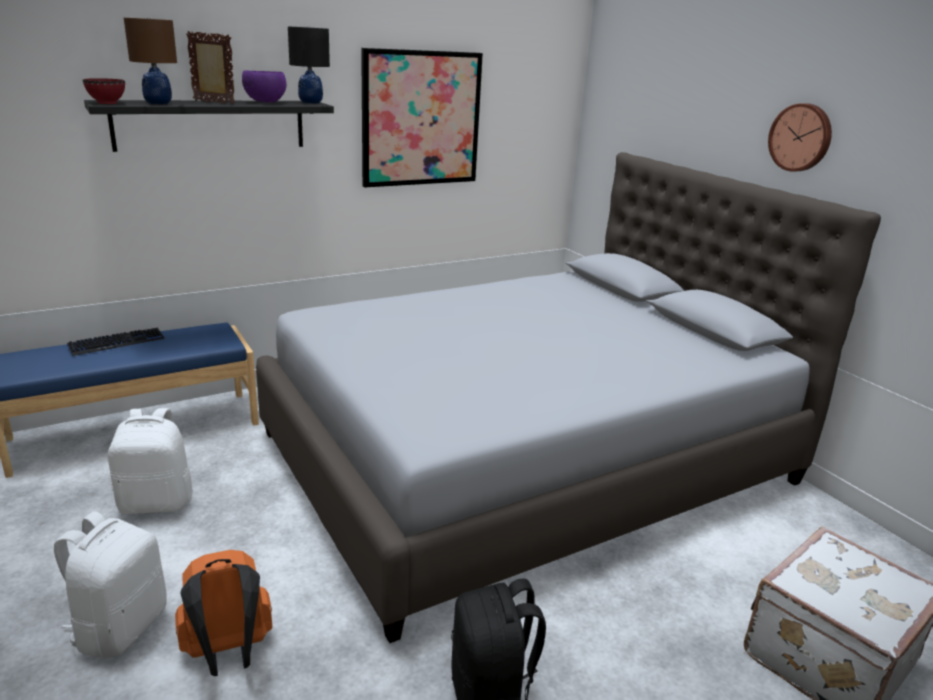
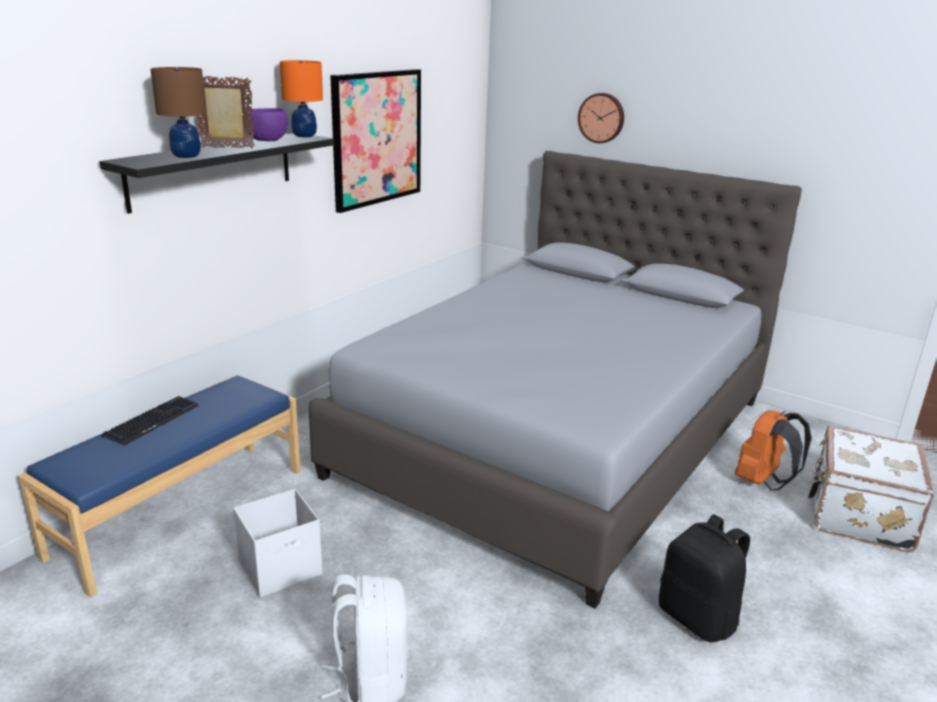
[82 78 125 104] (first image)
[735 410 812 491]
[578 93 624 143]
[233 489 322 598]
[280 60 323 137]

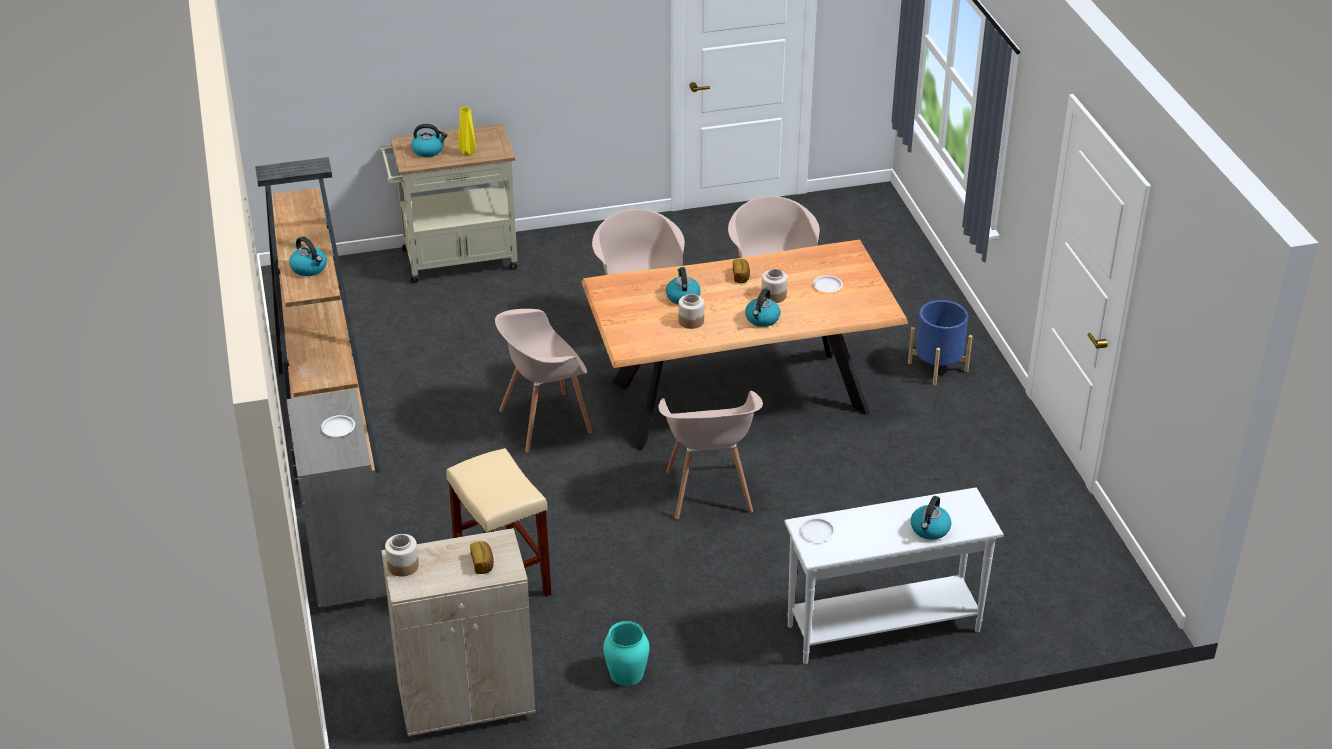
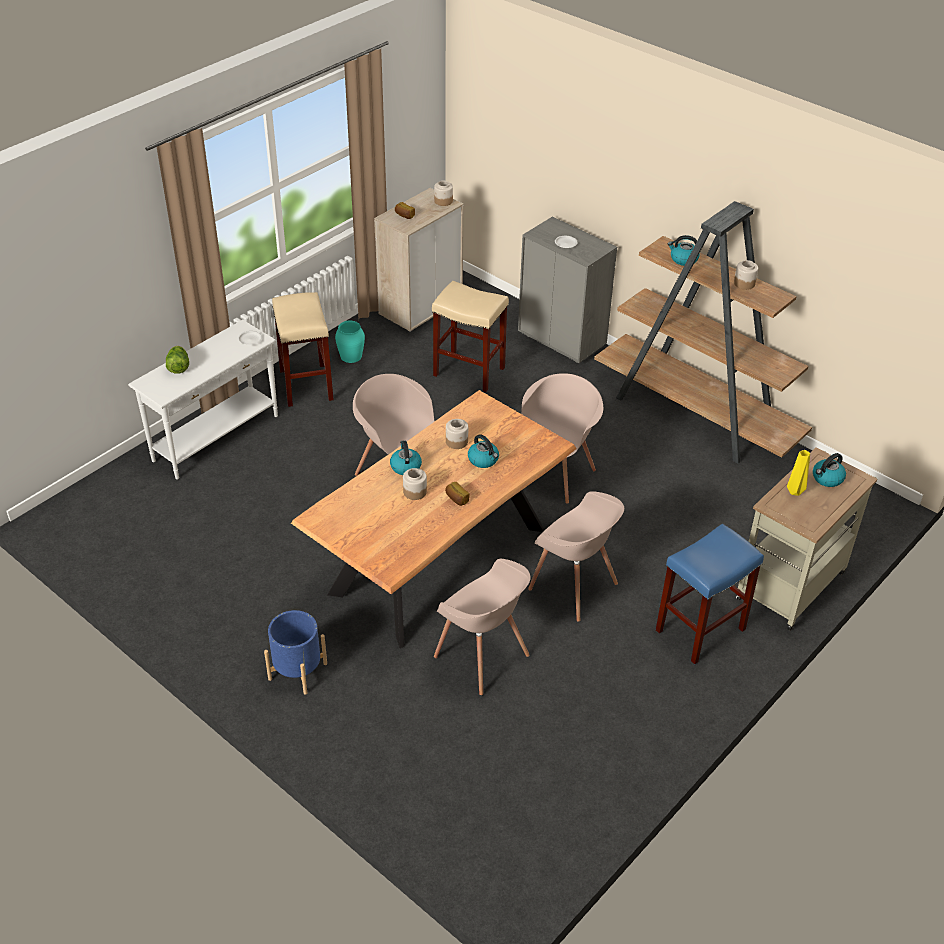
[813 275 843 293] (first image)
[272 292 334 407]
[656 524 764 664]
[734 260 758 290]
[166 346 189 374]

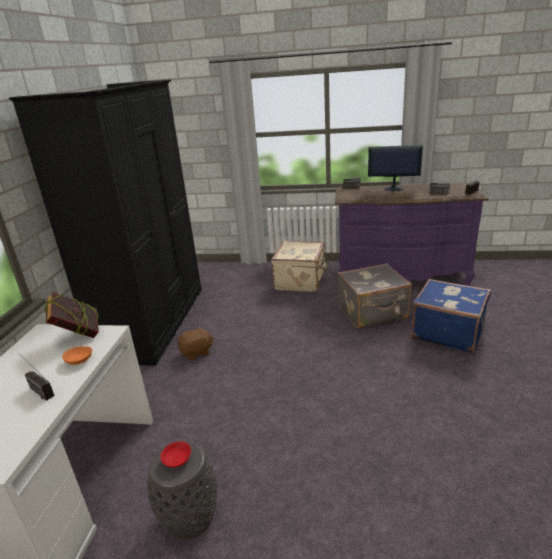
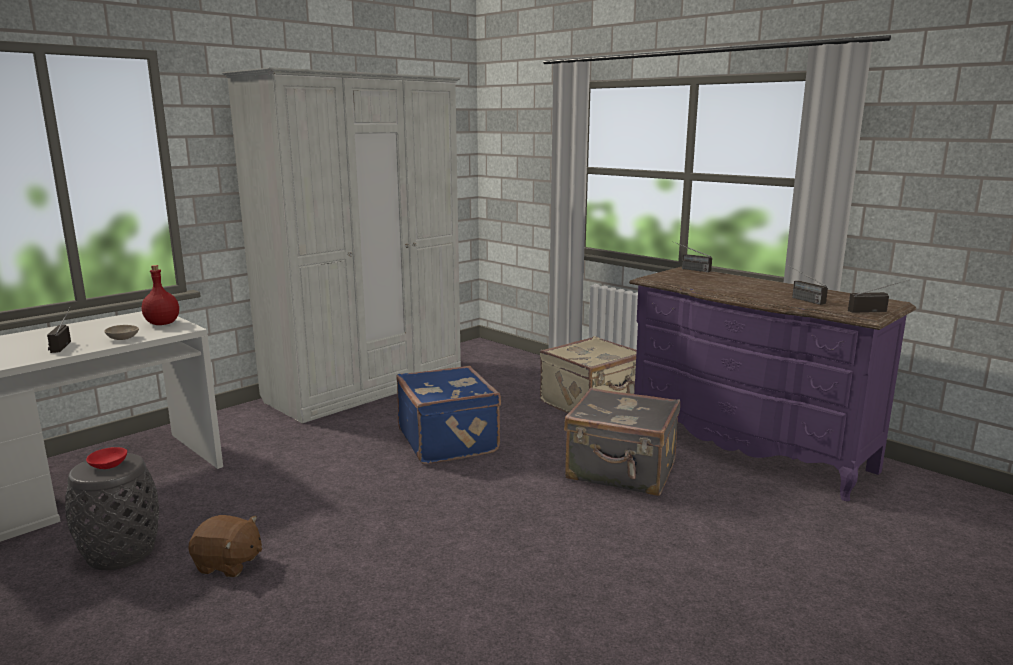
[368 145 423 191] (first image)
[188 515 262 577]
[396 366 501 464]
[142 265 179 325]
[222 68 461 423]
[104 325 139 340]

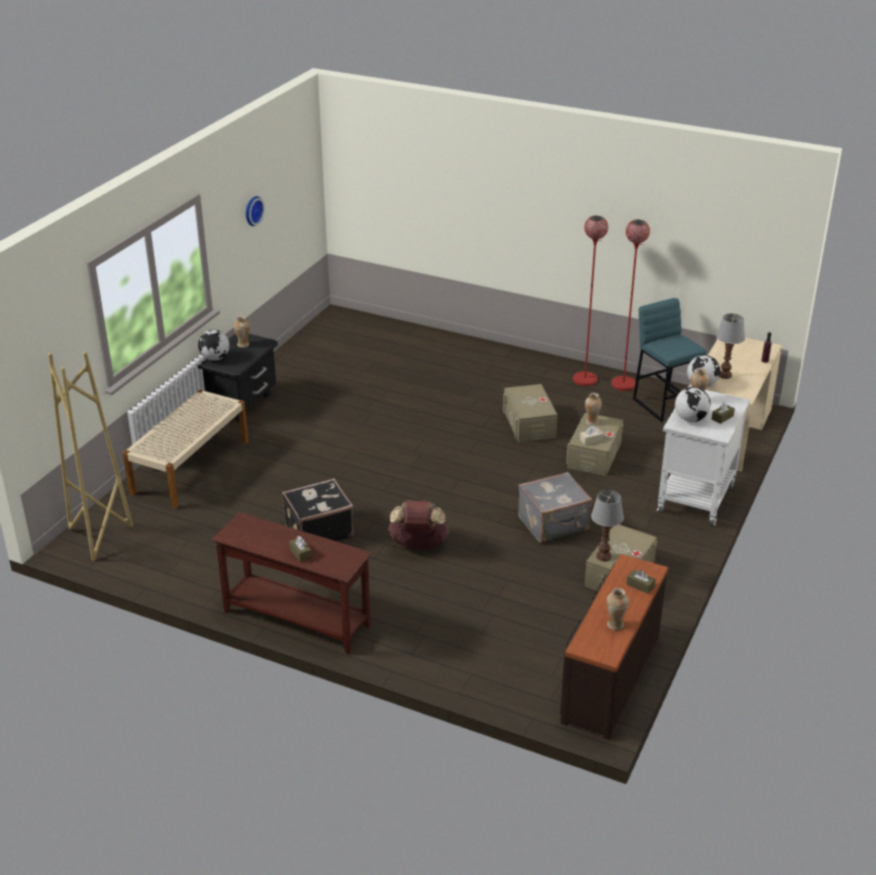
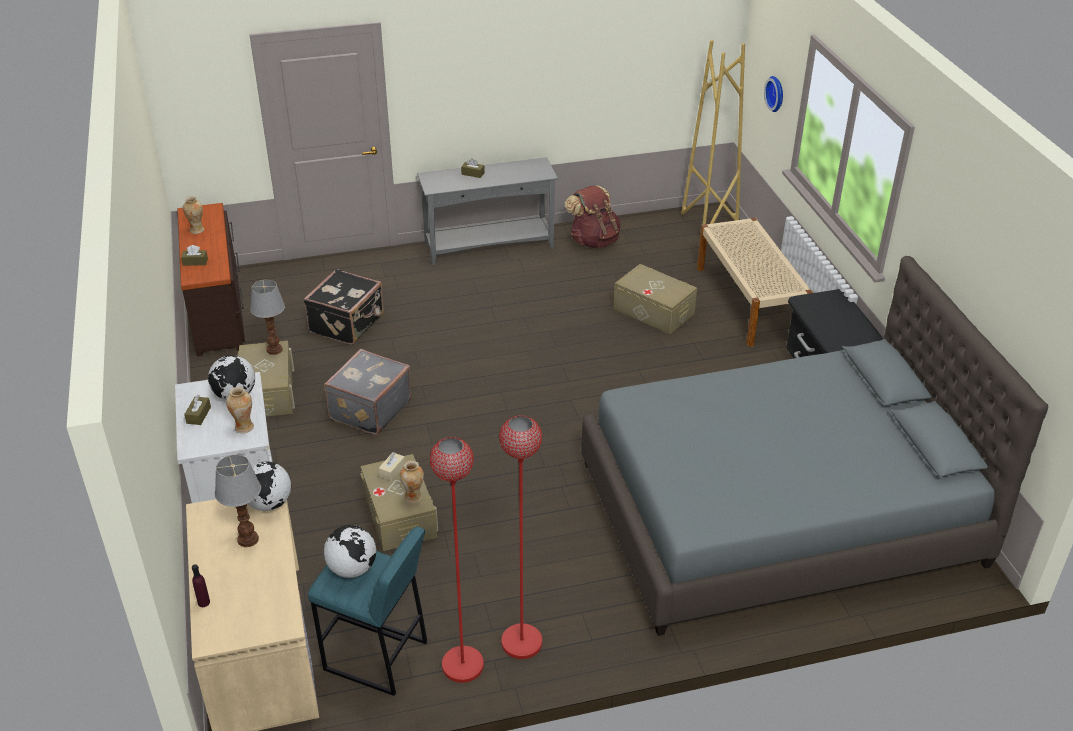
[234 316 250 347] (first image)
[581 256 1048 636]
[324 525 376 578]
[764 76 783 112]
[303 269 384 345]
[565 185 621 248]
[613 264 697 334]
[417 157 558 265]

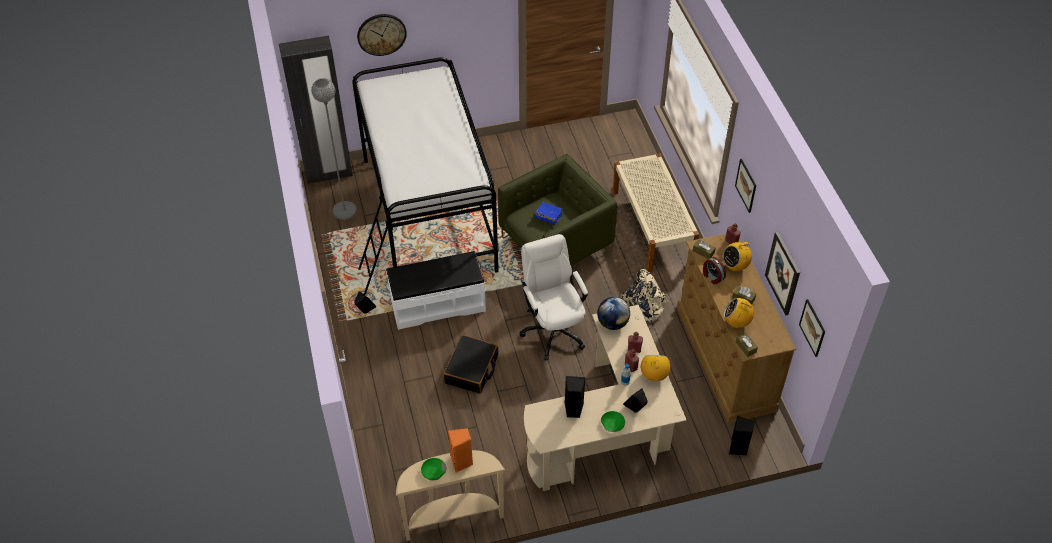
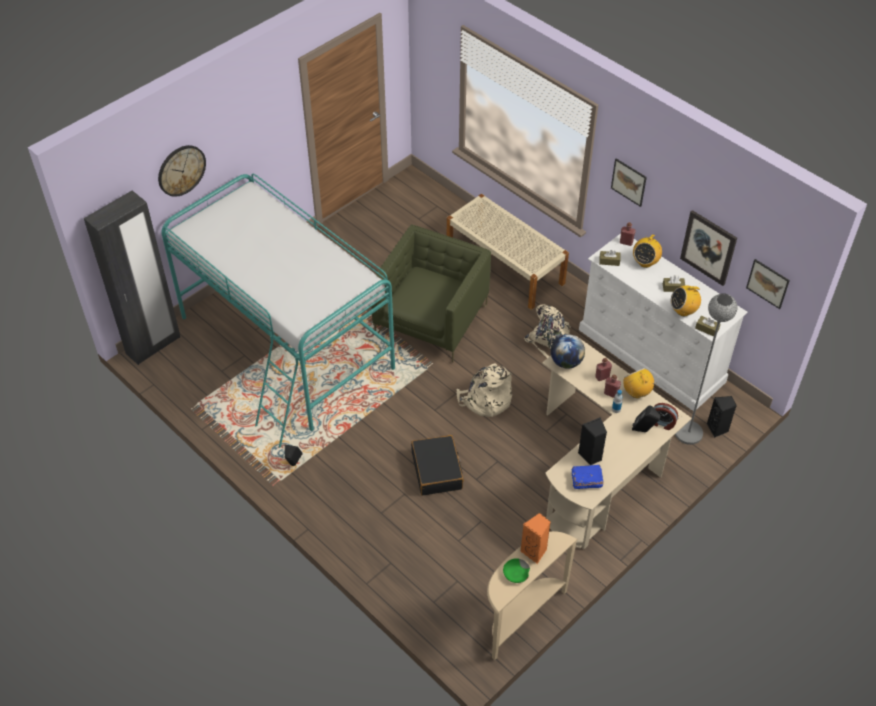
[386 251 486 330] (first image)
[601 411 625 432] (first image)
[675 293 737 445]
[572 465 603 489]
[653 403 678 430]
[456 363 512 417]
[161 173 395 448]
[579 233 748 411]

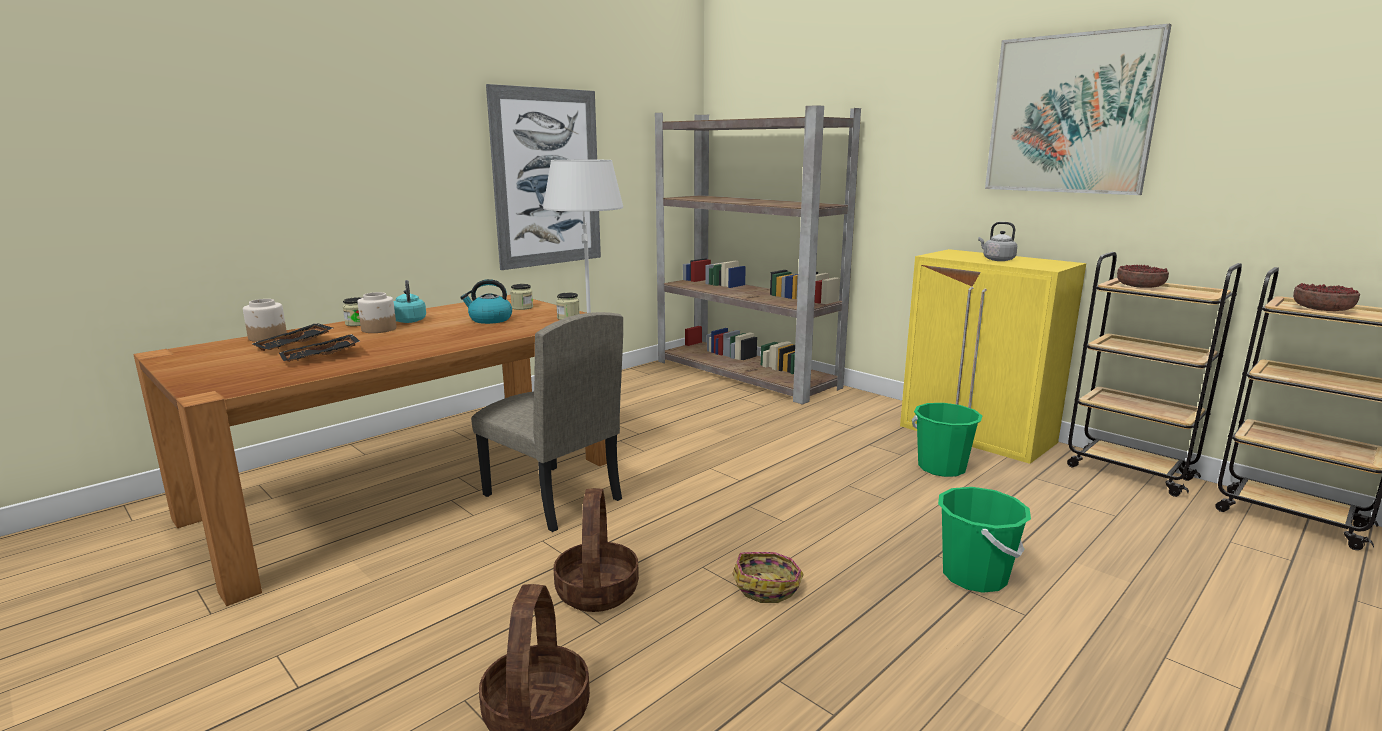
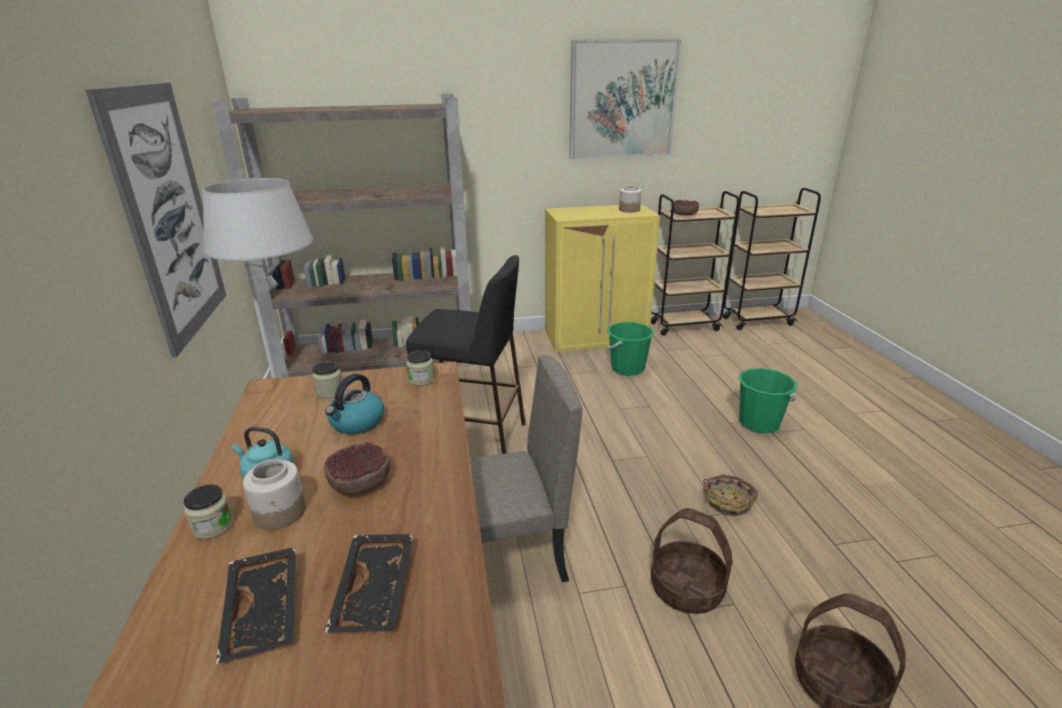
[978 222 1017 261] (first image)
[406 255 525 454]
[619 186 641 213]
[324 442 390 495]

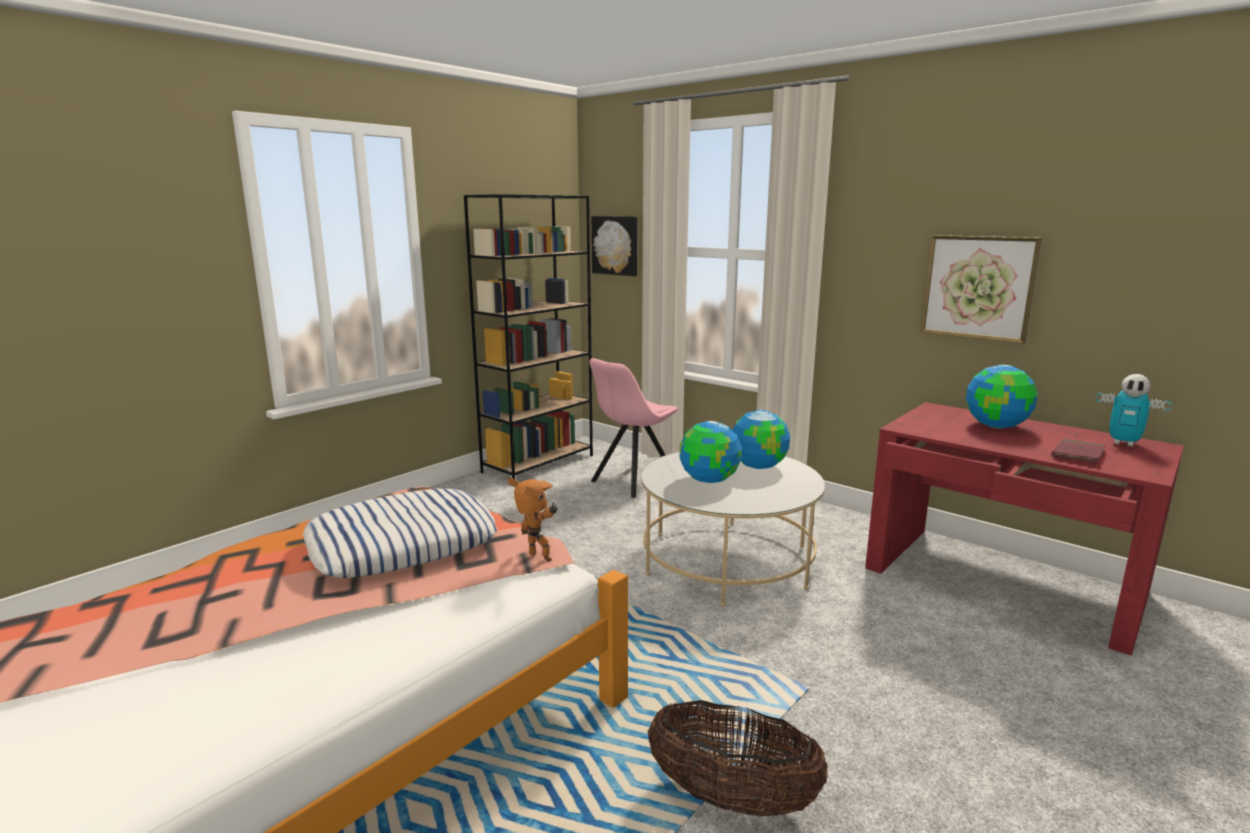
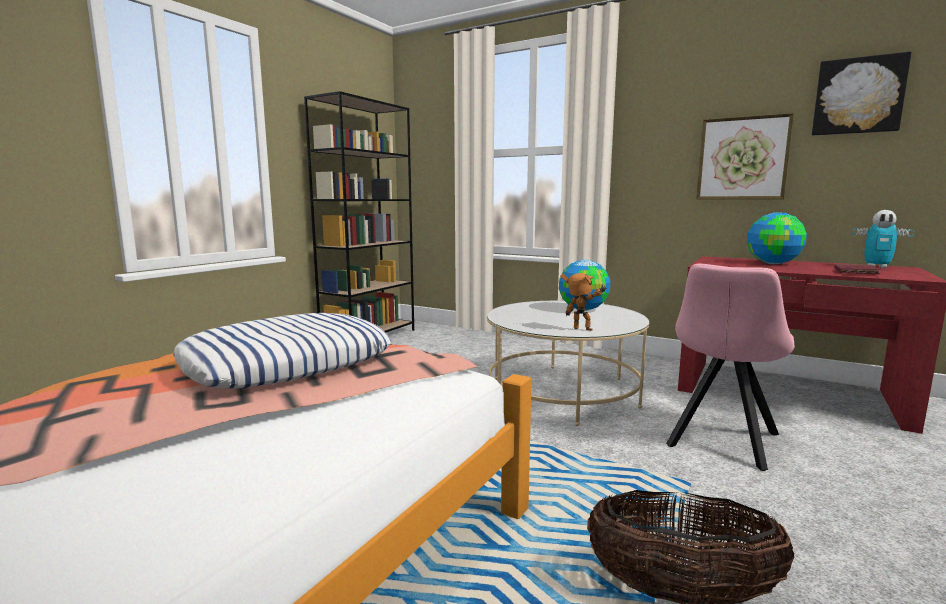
[680 421 742 483] (first image)
[560 273 607 331]
[666 264 794 471]
[812 51 912 136]

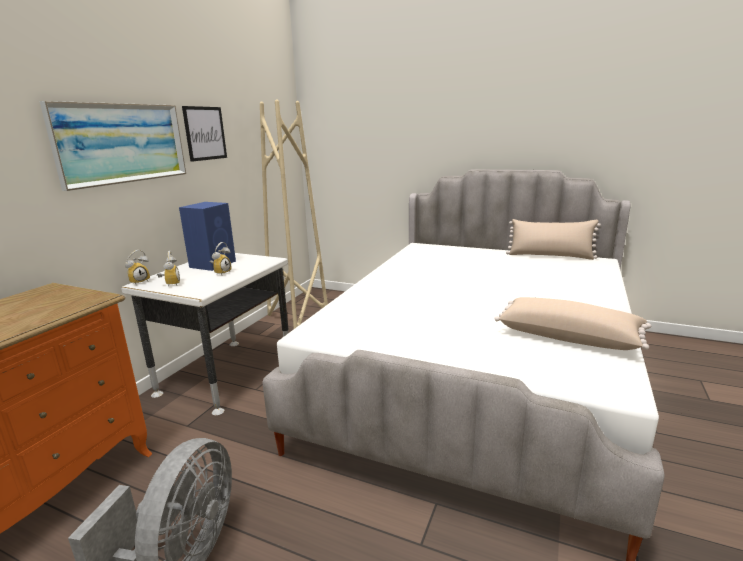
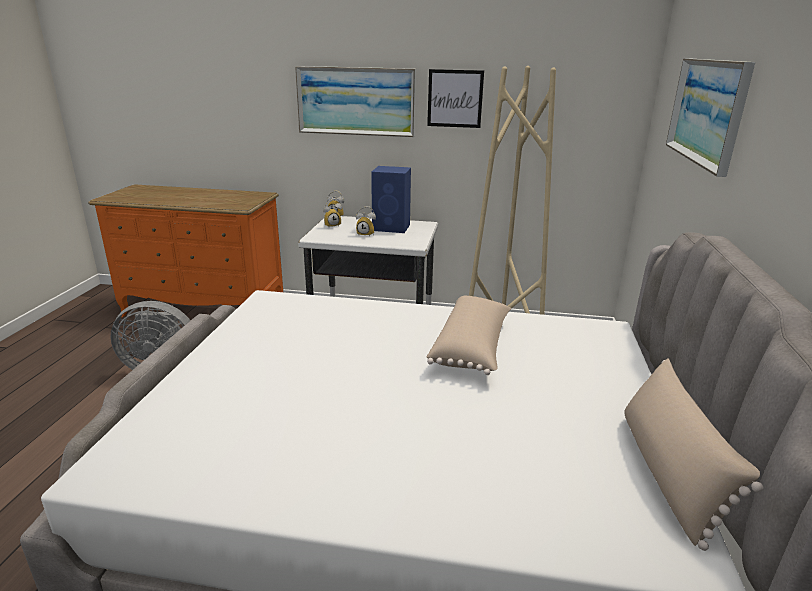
[666 58 755 177]
[427 296 512 375]

